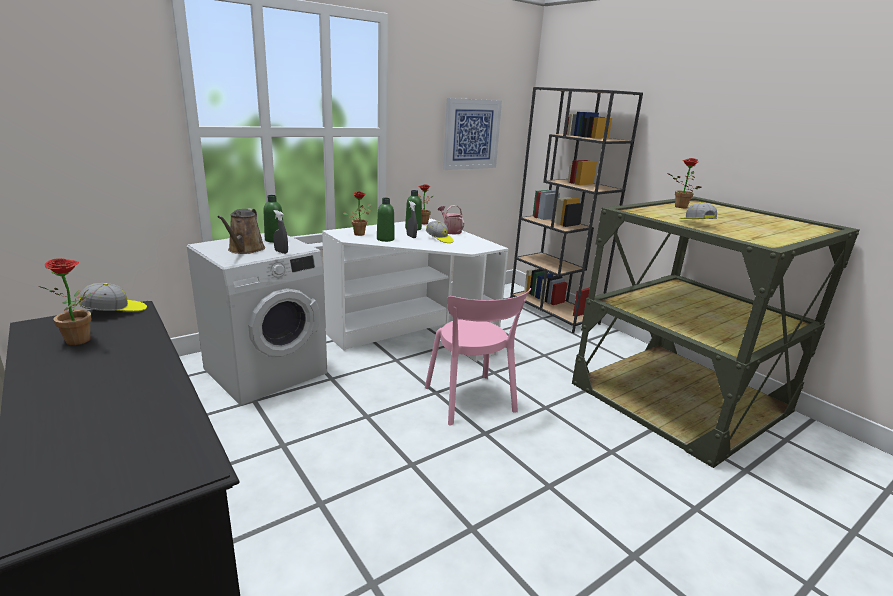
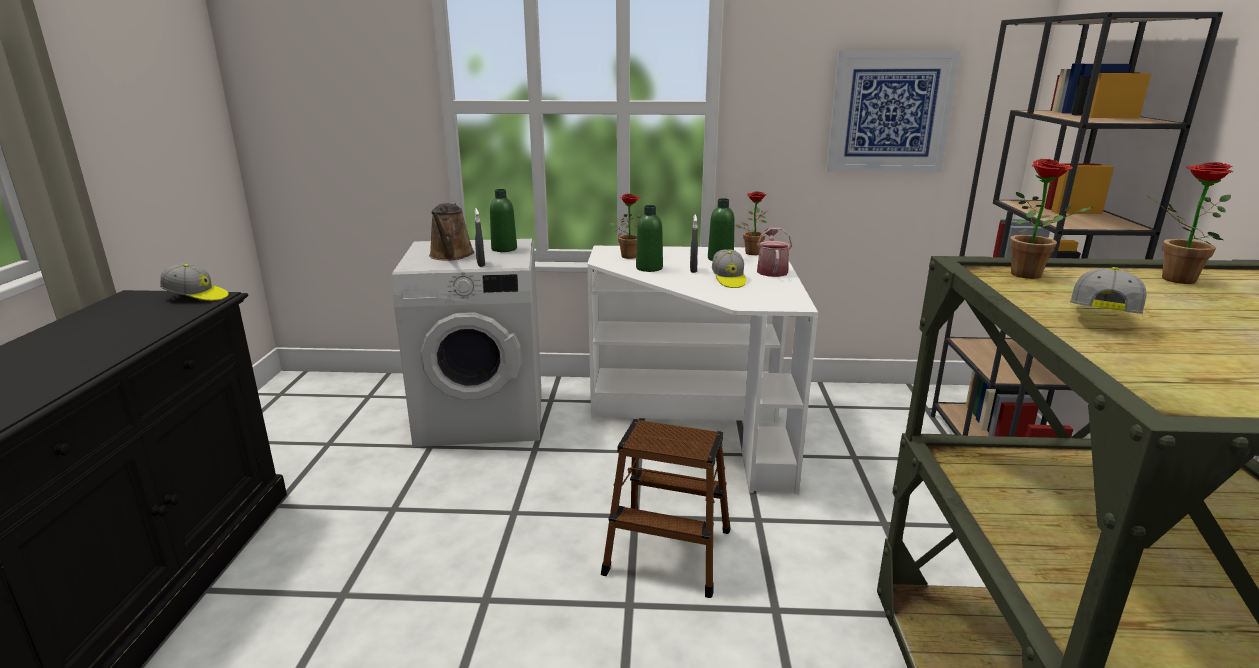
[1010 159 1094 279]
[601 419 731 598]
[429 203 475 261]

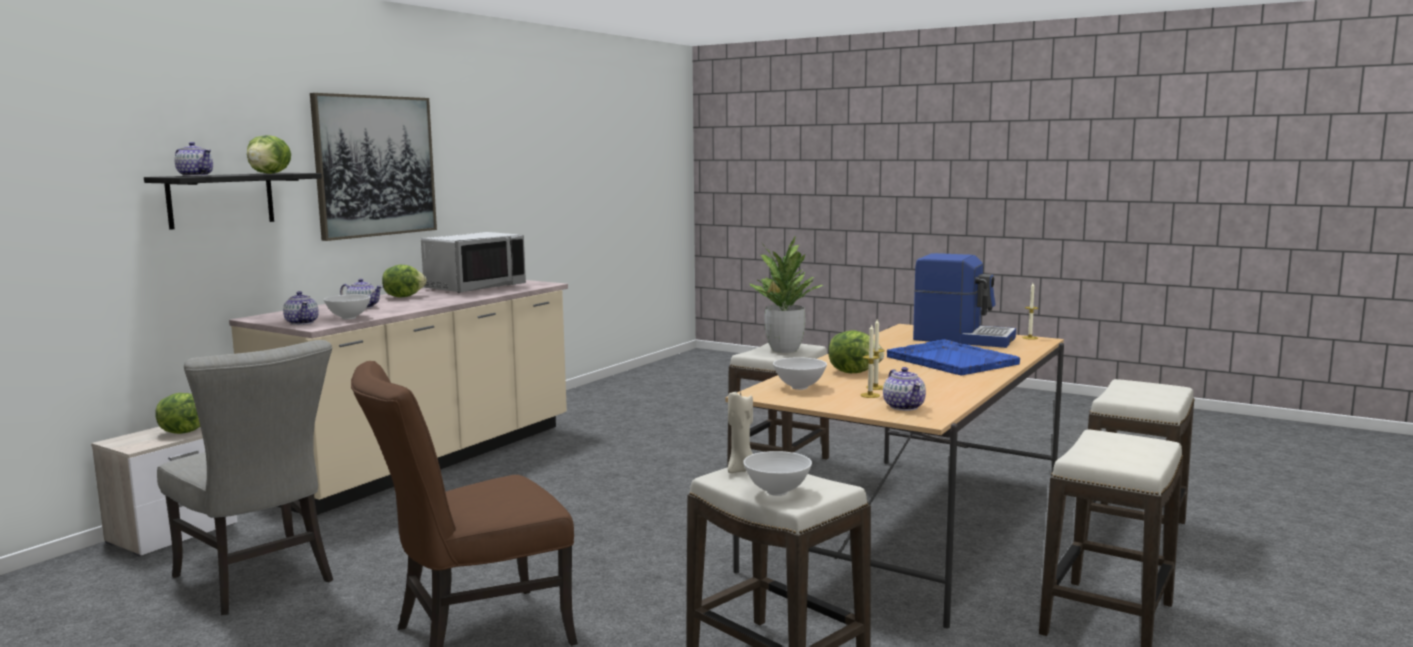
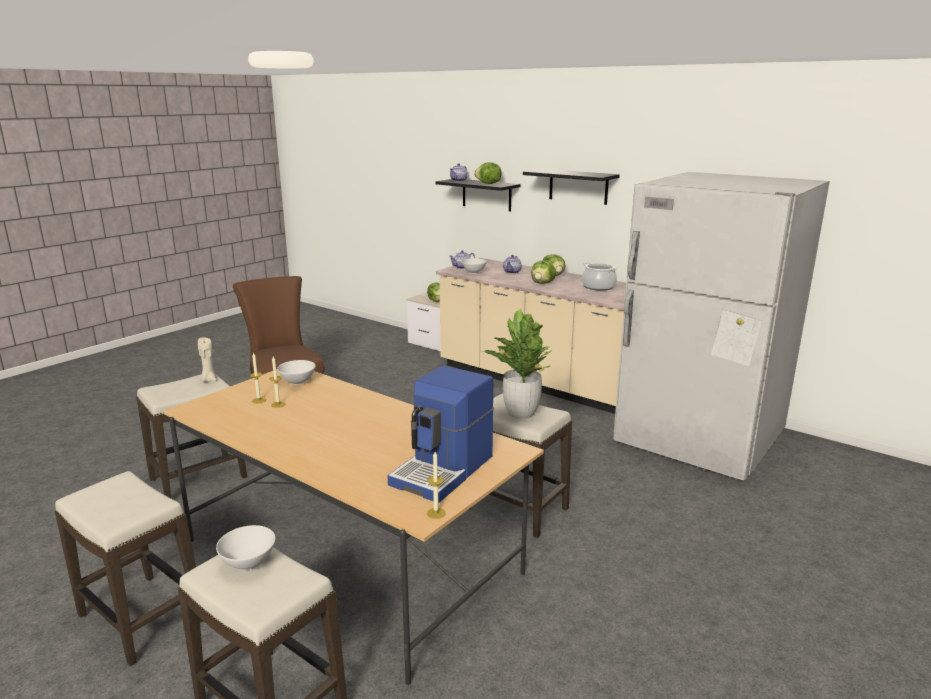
[157 340 333 615] (first image)
[883 367 926 411] (first image)
[887 339 1020 375] (first image)
[613 172 830 480]
[216 525 276 569]
[531 261 556 284]
[523 169 620 205]
[582 262 618 291]

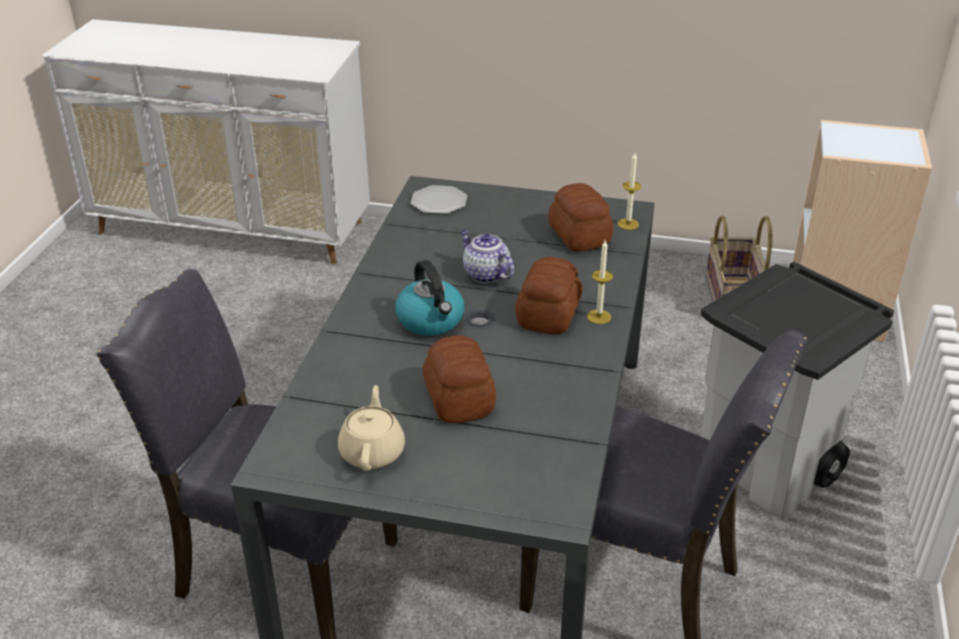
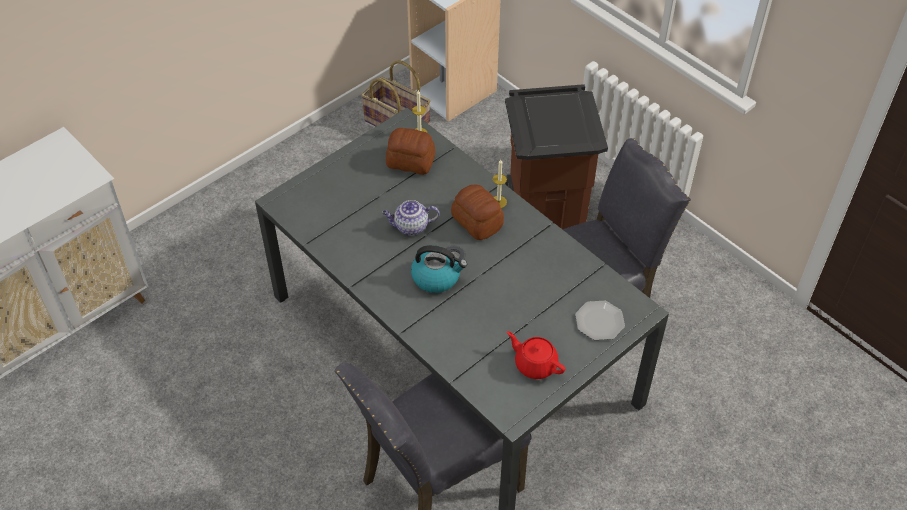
[423 336 496 423] (first image)
[575 301 625 340]
[507 331 565 379]
[505 84 608 237]

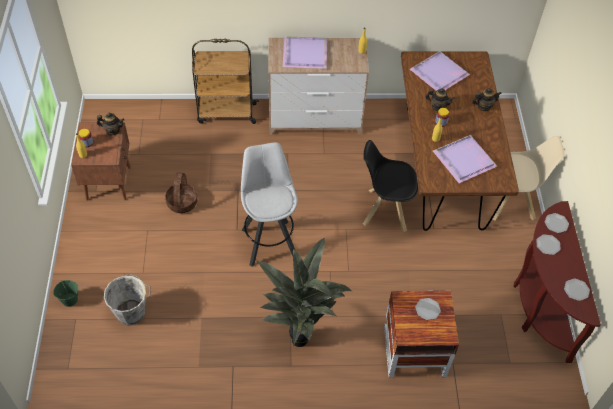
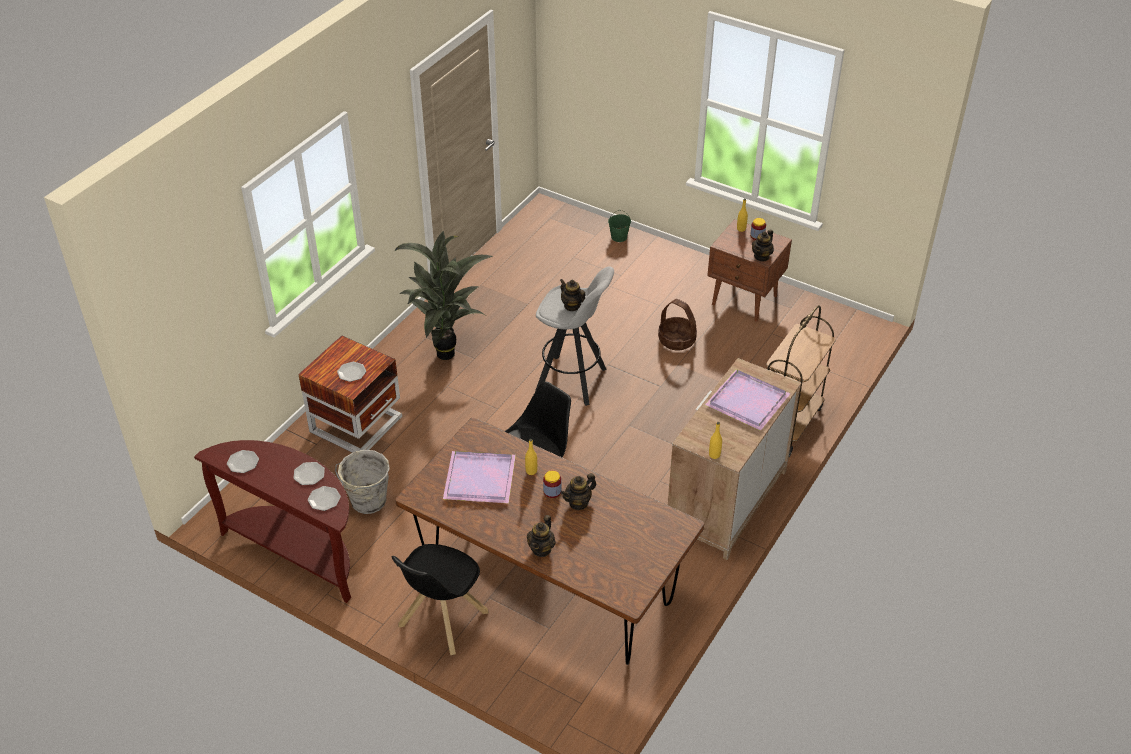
[410 51 470 91] (first image)
[560 279 586 311]
[335 450 390 514]
[392 544 489 655]

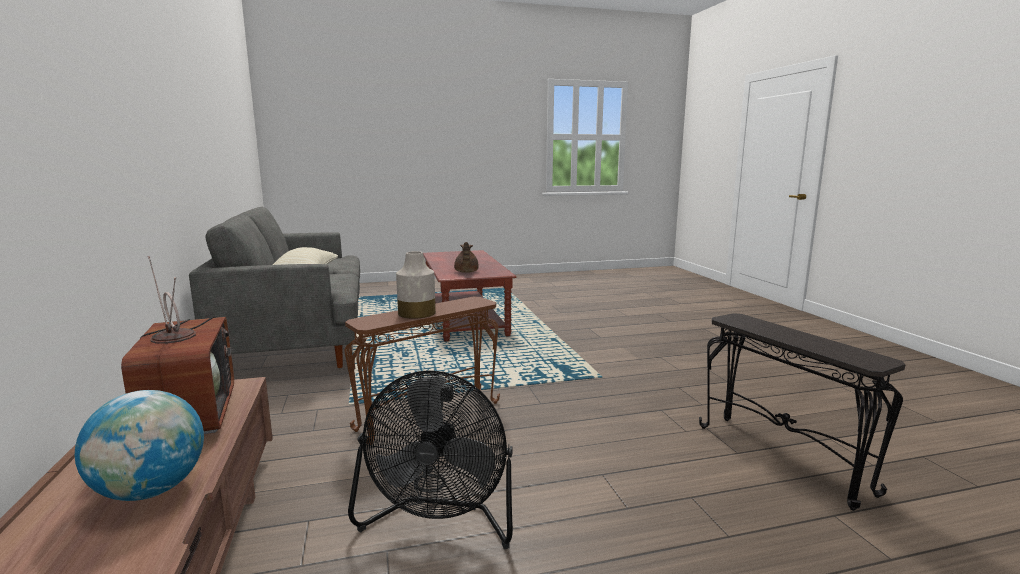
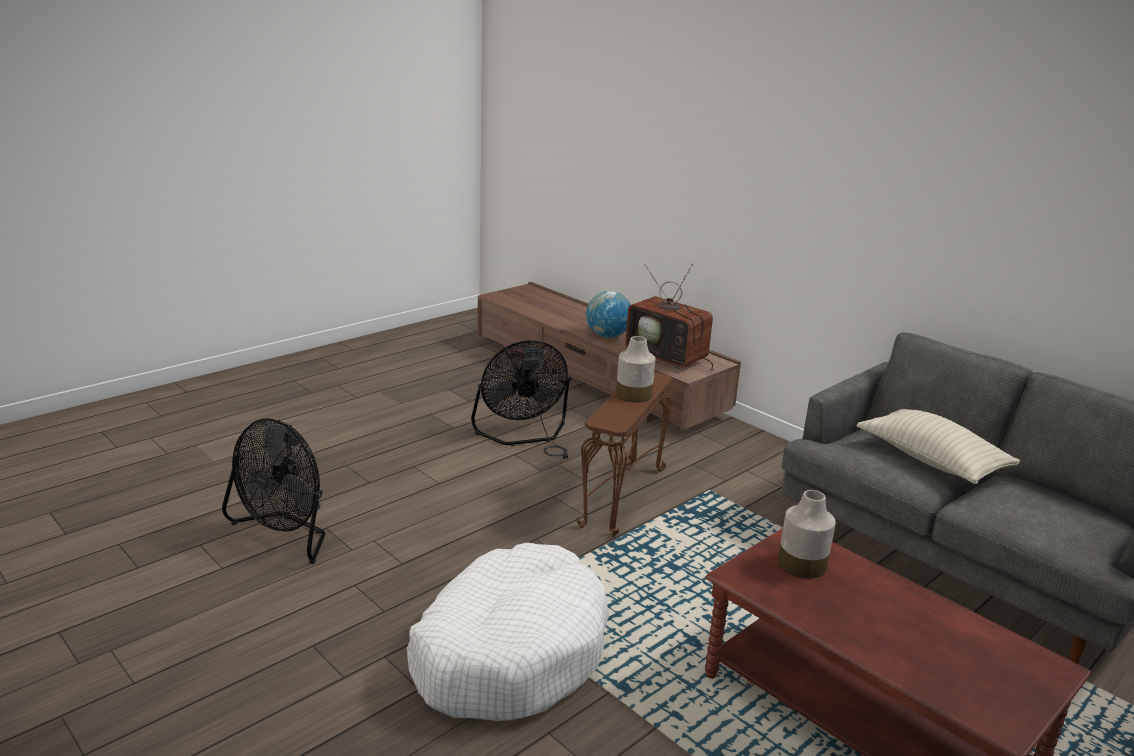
[407 542 609 721]
[778 490 836 578]
[222 419 325 564]

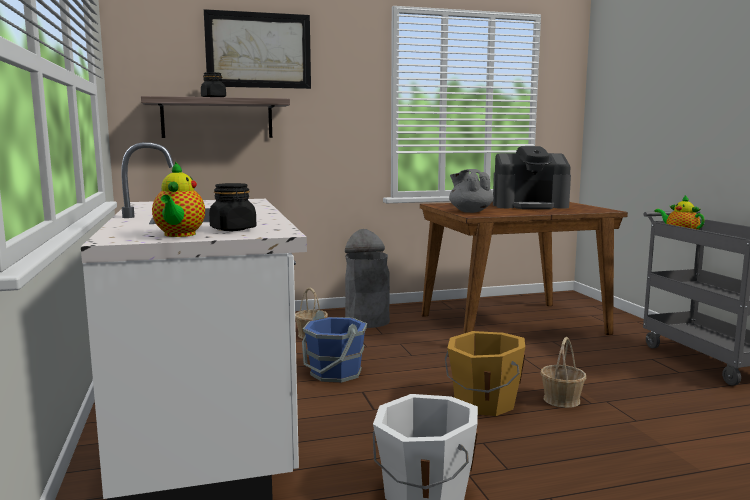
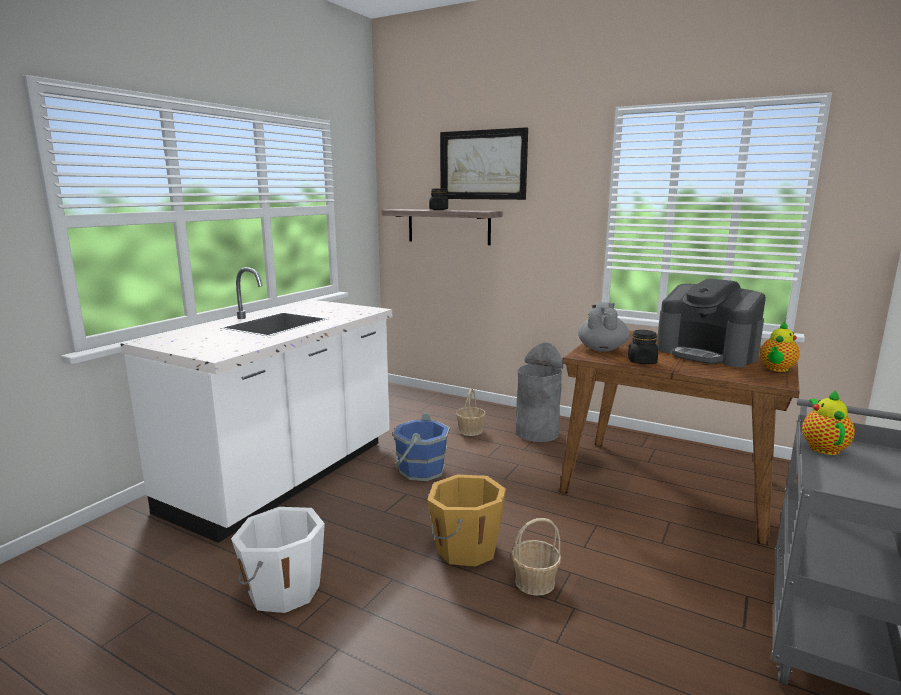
[760 321 800 372]
[628 330 658 364]

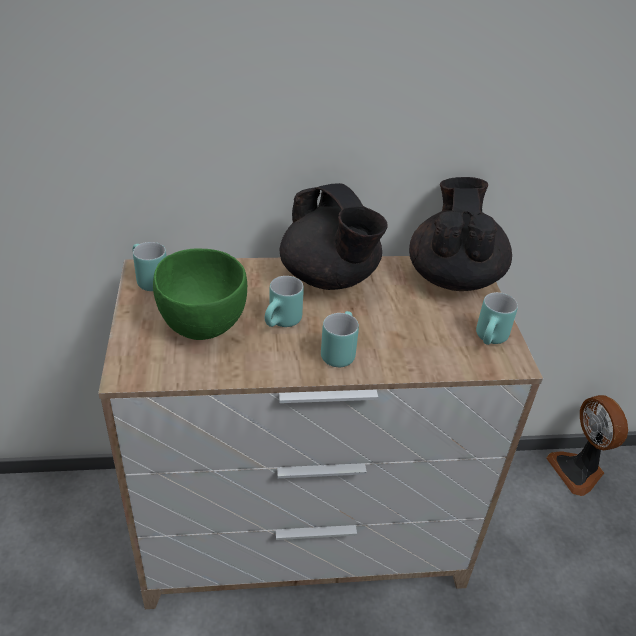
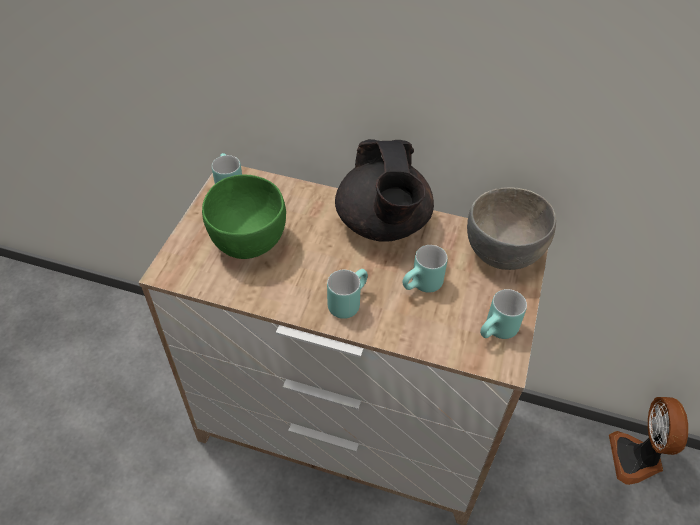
[402 245 448 293]
[467 187 556 270]

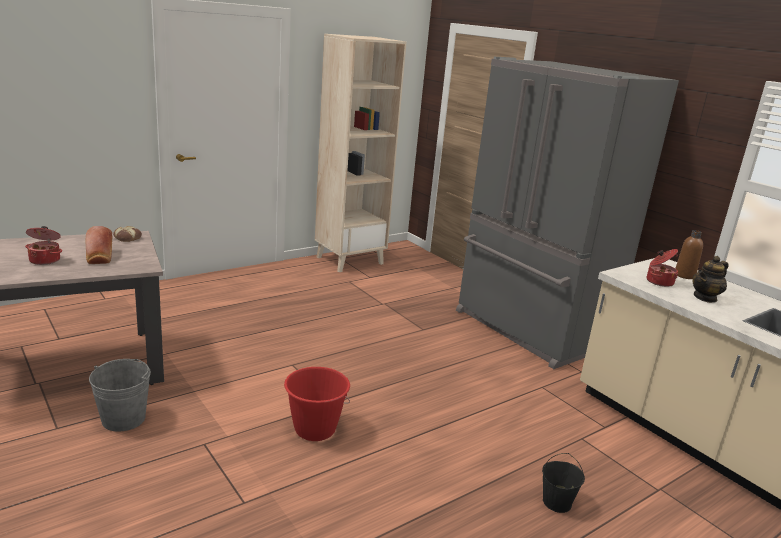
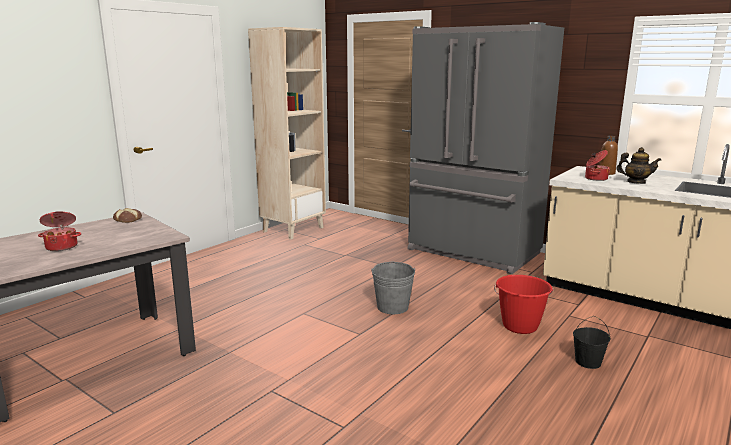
[86 226 112 264] (first image)
[371 261 415 314]
[494 275 553 334]
[616 147 661 184]

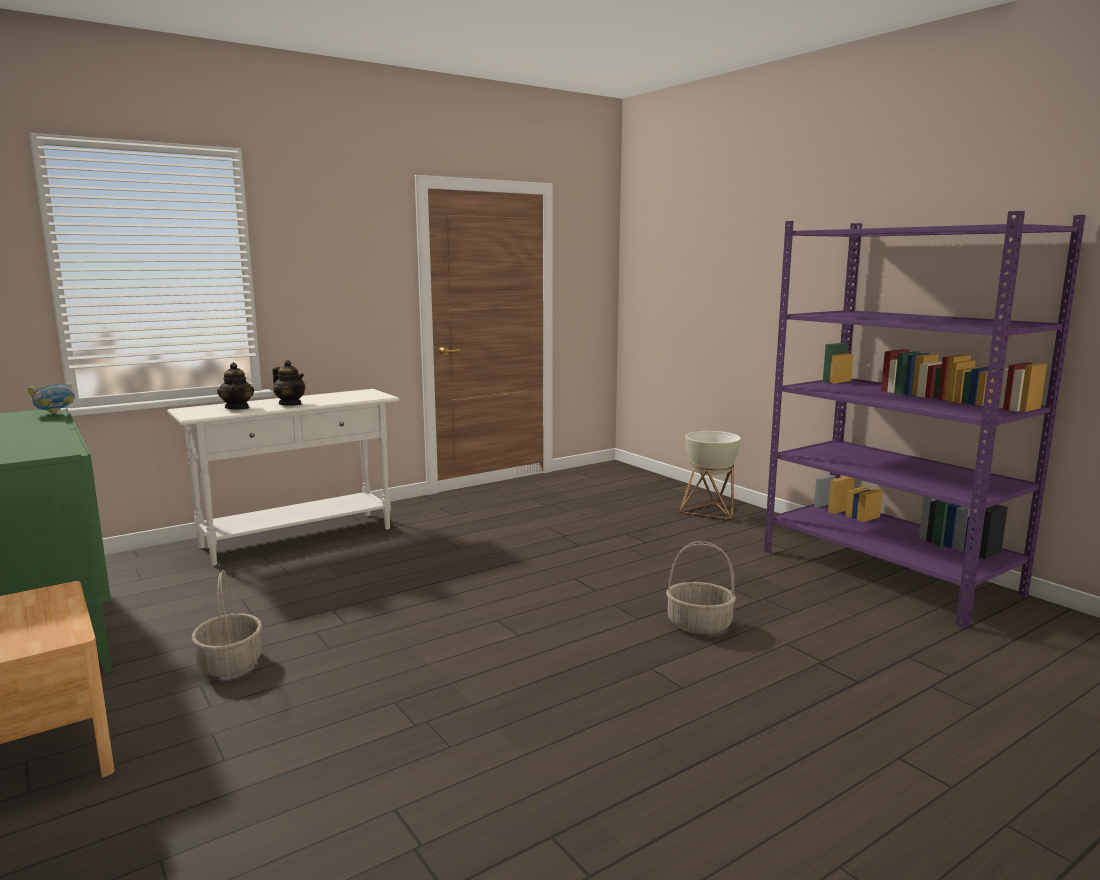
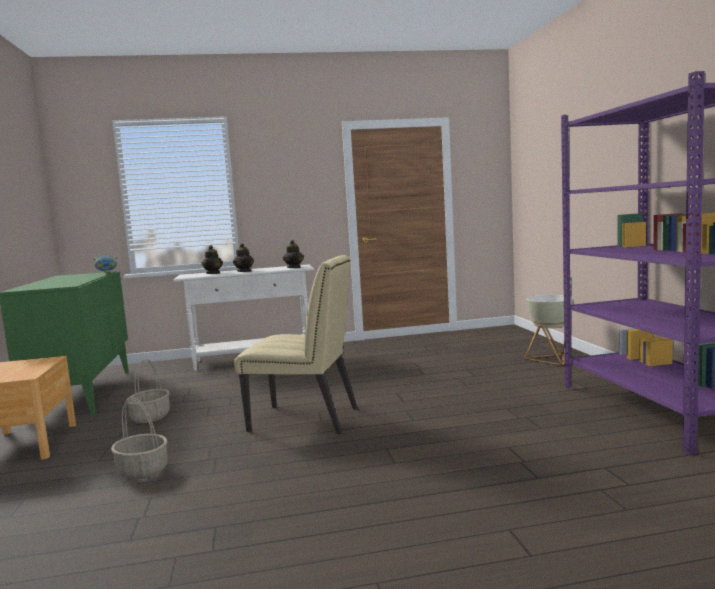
[234 255 357 434]
[283 240 304 268]
[111 398 168 479]

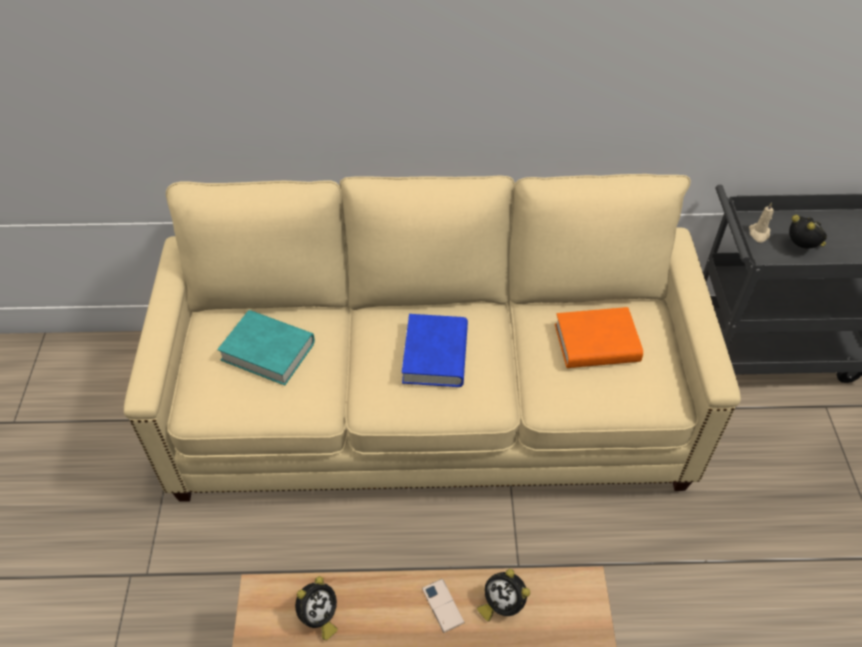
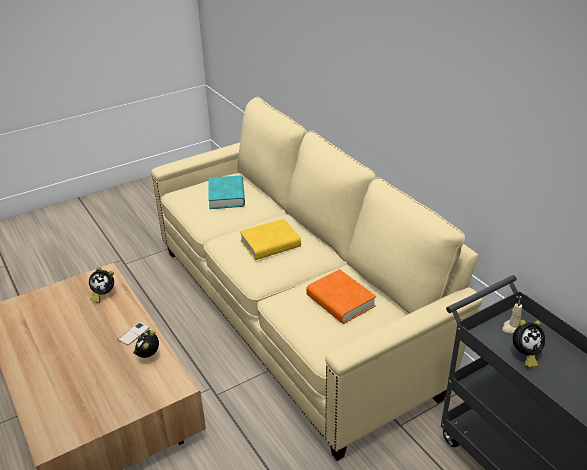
[240 219 301 260]
[513 320 545 367]

